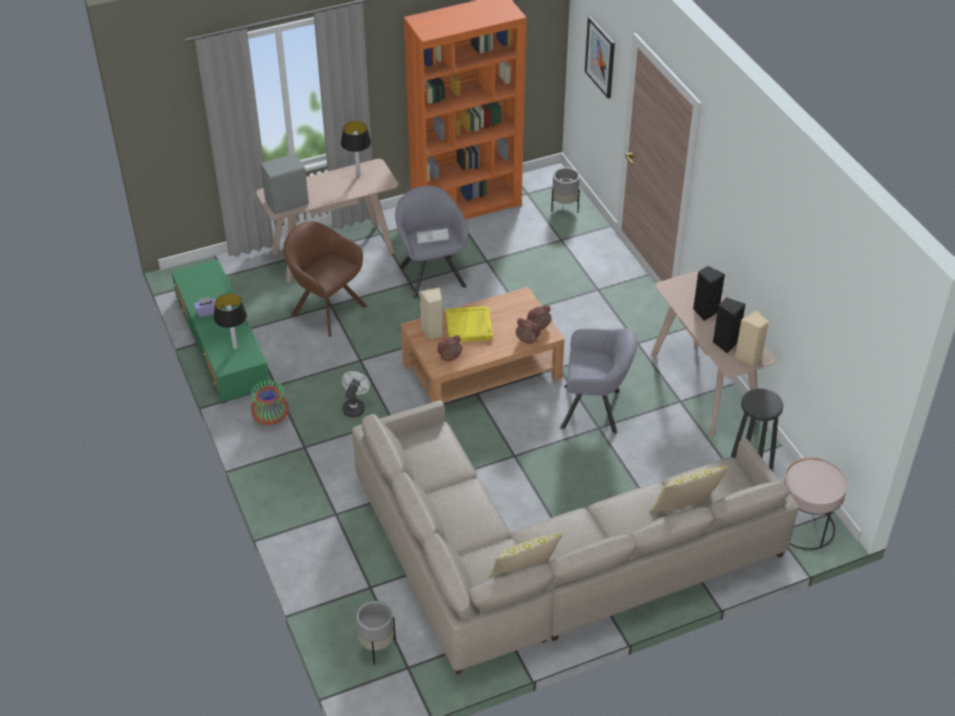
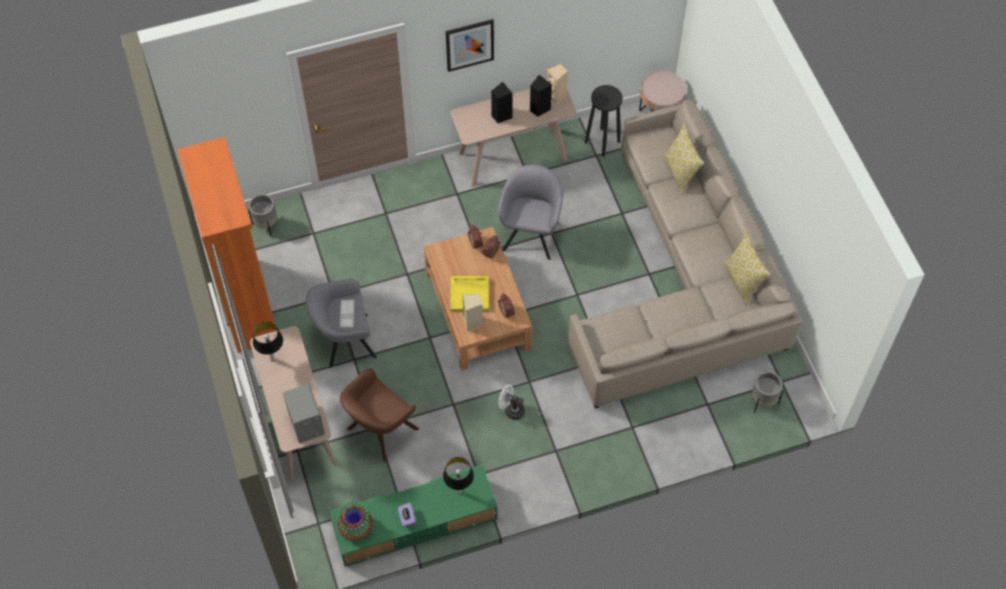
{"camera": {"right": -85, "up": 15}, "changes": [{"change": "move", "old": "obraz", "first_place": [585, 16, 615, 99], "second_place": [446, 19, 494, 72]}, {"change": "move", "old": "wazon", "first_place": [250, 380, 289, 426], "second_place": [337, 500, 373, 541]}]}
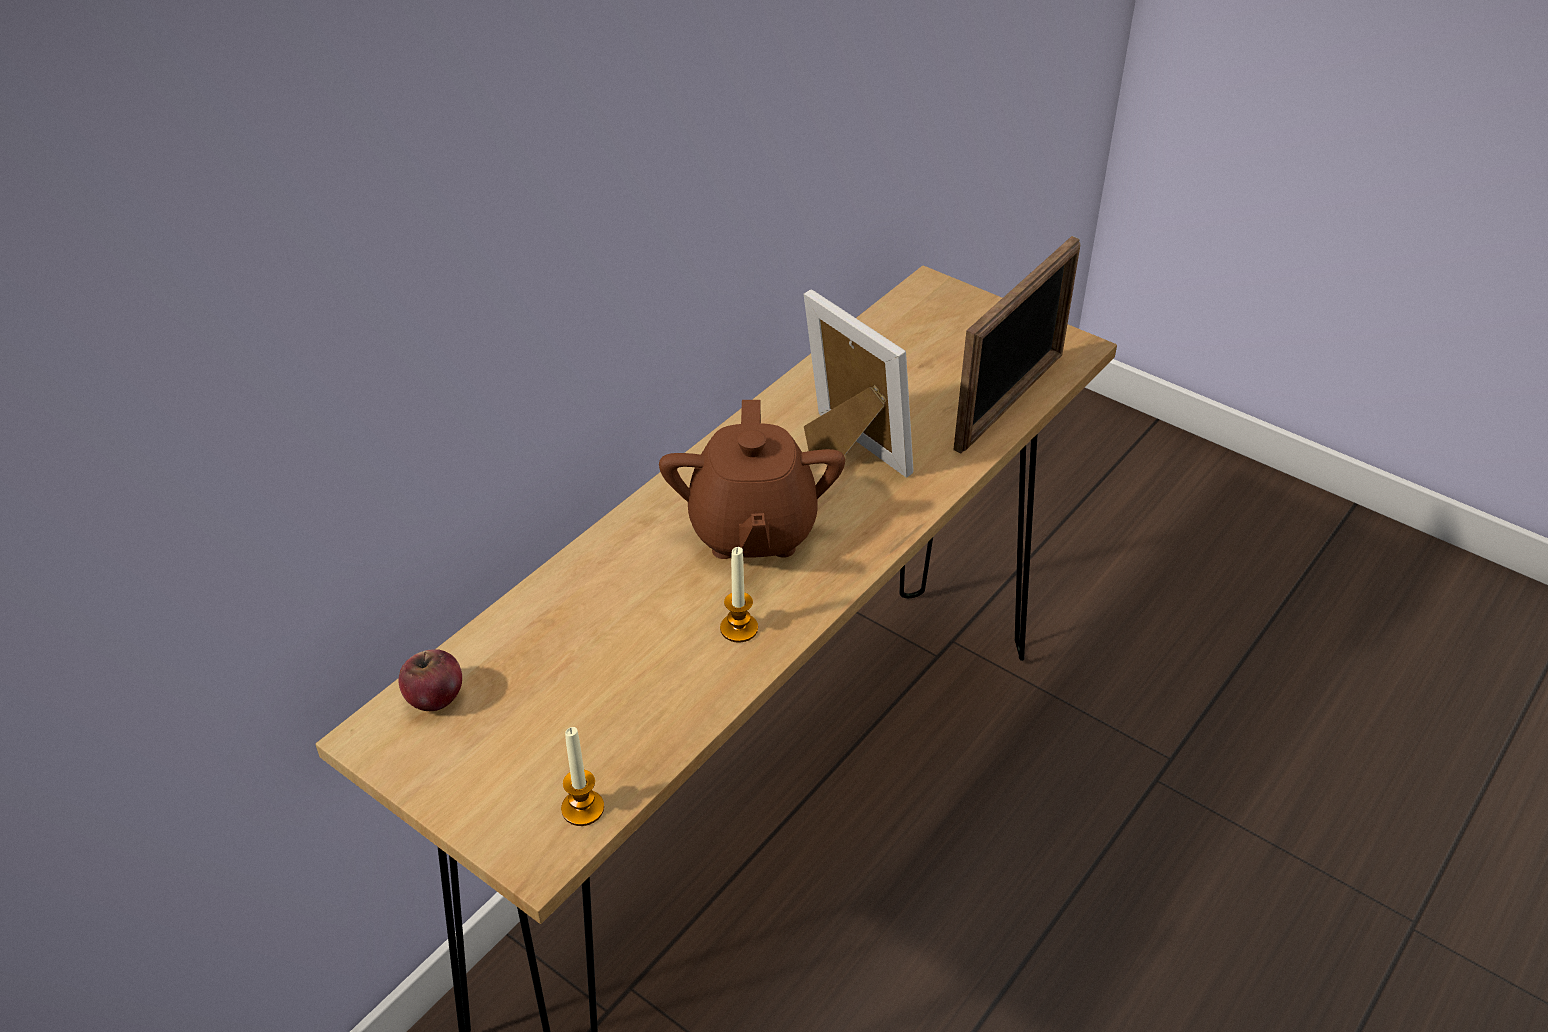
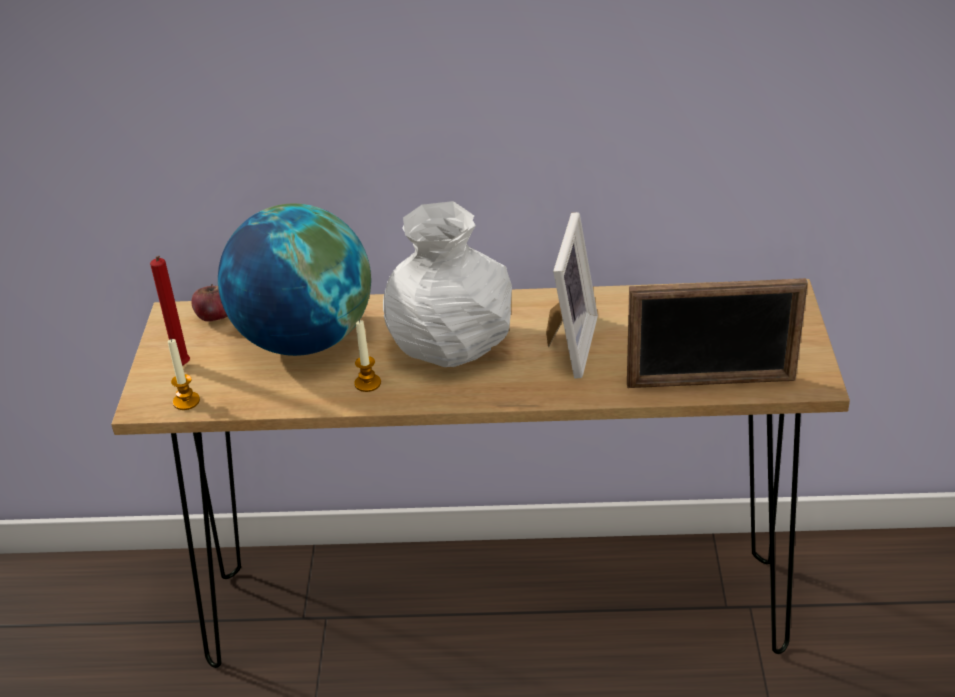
{"camera": {"right": 55, "up": -5}, "changes": [{"change": "replace", "old": "imbryk [brązowy]", "new": "wazon [biały]", "first_place": [659, 400, 845, 559], "second_place": [383, 201, 512, 367]}, {"change": "insert", "new": "globus", "second_place": [218, 203, 371, 356]}, {"change": "insert", "new": "świeca [czerwony]", "second_place": [150, 256, 190, 366]}]}
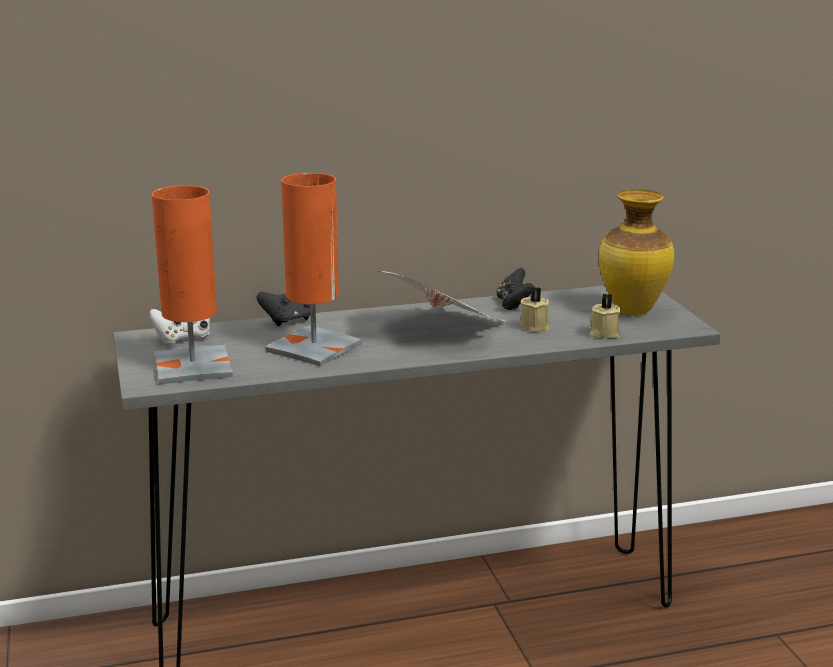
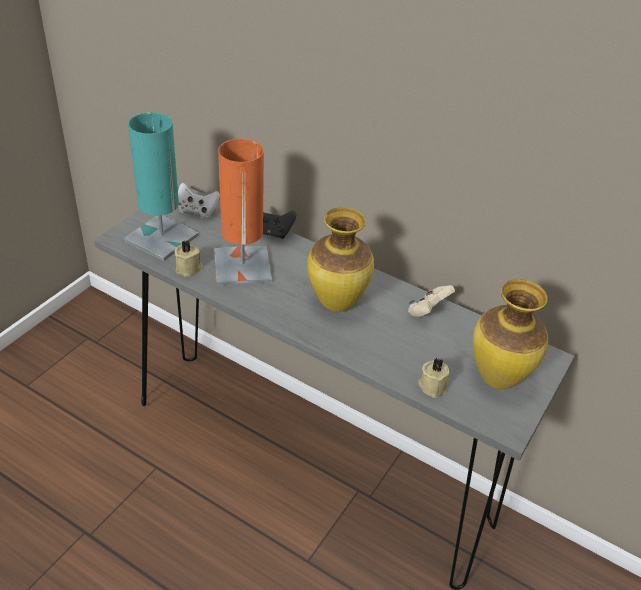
{"camera": {"right": 45, "up": 20}, "changes": [{"change": "recolor", "old": "lampa stołowa [pomarańczowy]", "new": "lampa stołowa [turkusowy]", "first_place": [152, 185, 233, 384], "second_place": [124, 112, 199, 261]}, {"change": "recolor", "old": "pad do gier [czarny]", "new": "pad do gier [beżowy]", "first_place": [497, 268, 534, 310], "second_place": [408, 285, 455, 317]}, {"change": "replace", "old": "gazeta", "new": "wazon", "first_place": [377, 271, 506, 321], "second_place": [307, 207, 374, 312]}, {"change": "move", "old": "świeca [beżowy]", "first_place": [520, 287, 549, 332], "second_place": [175, 240, 203, 277]}]}
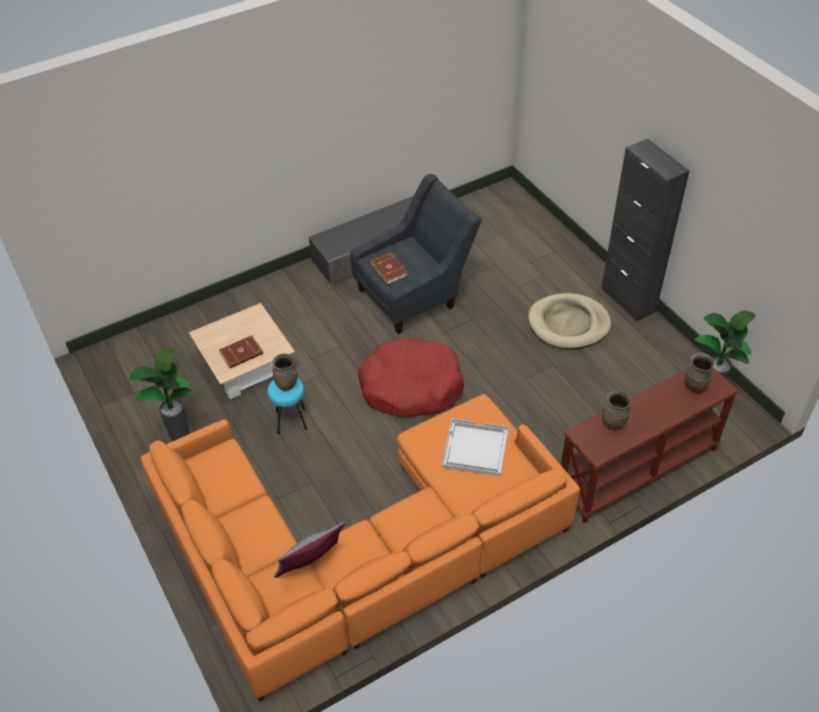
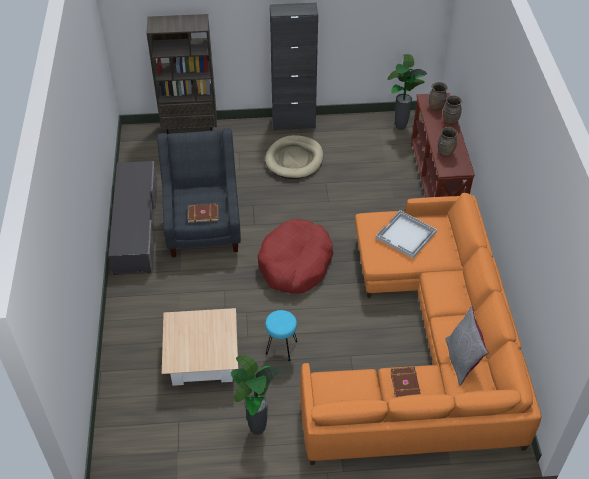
{"camera": {"right": -65, "up": 0}, "changes": [{"change": "move", "old": "książka [brązowy]", "first_place": [219, 335, 263, 368], "second_place": [390, 367, 421, 398]}, {"change": "move", "old": "wazon [brązowy]", "first_place": [272, 353, 297, 391], "second_place": [443, 95, 462, 125]}, {"change": "insert", "new": "regał [brązowy]", "second_place": [146, 14, 217, 134]}]}
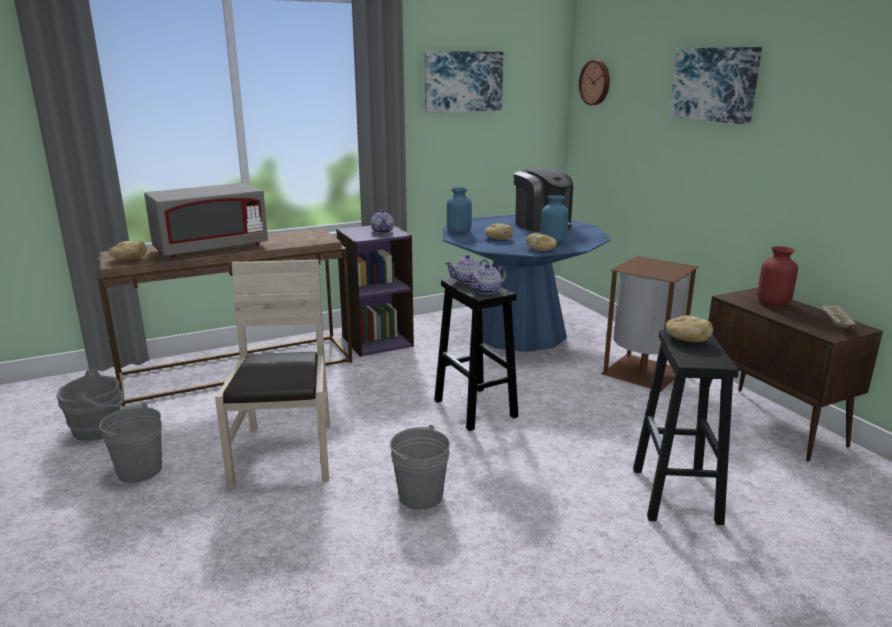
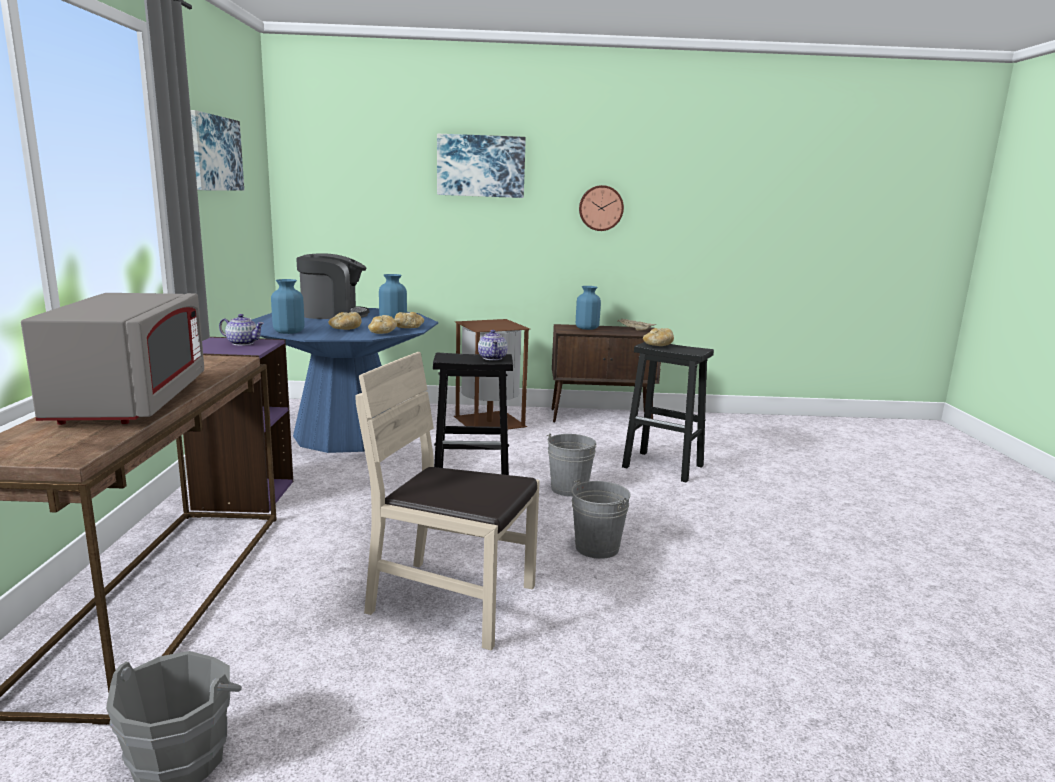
{"camera": {"right": -65, "up": -5}, "changes": [{"change": "move", "old": "zegar ścienny", "first_place": [579, 60, 610, 105], "second_place": [579, 185, 624, 231]}, {"change": "move", "old": "chleb", "first_place": [109, 241, 147, 260], "second_place": [368, 315, 397, 334]}, {"change": "recolor", "old": "wazon [czerwony]", "new": "wazon [niebieski]", "first_place": [757, 246, 798, 306], "second_place": [576, 286, 601, 330]}, {"change": "delete", "old": "imbryk", "first_place": [445, 255, 489, 284]}, {"change": "move", "old": "wiadro [szary]", "first_place": [99, 403, 162, 483], "second_place": [546, 433, 597, 497]}]}
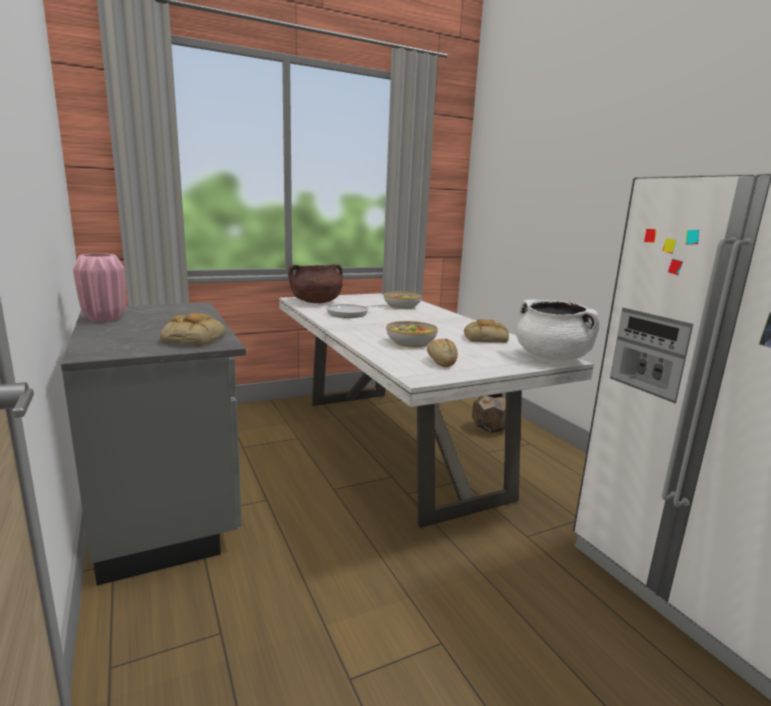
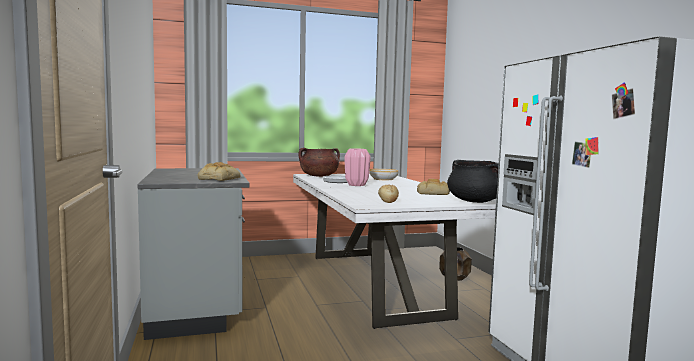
{"camera": {"right": 10, "up": -10}, "changes": [{"change": "move", "old": "wazon [różowy]", "first_place": [73, 253, 126, 322], "second_place": [345, 148, 371, 186]}, {"change": "recolor", "old": "garnek [biały]", "new": "garnek [czarny]", "first_place": [516, 299, 600, 361], "second_place": [447, 160, 499, 203]}, {"change": "delete", "old": "miska", "first_place": [386, 321, 438, 348]}]}
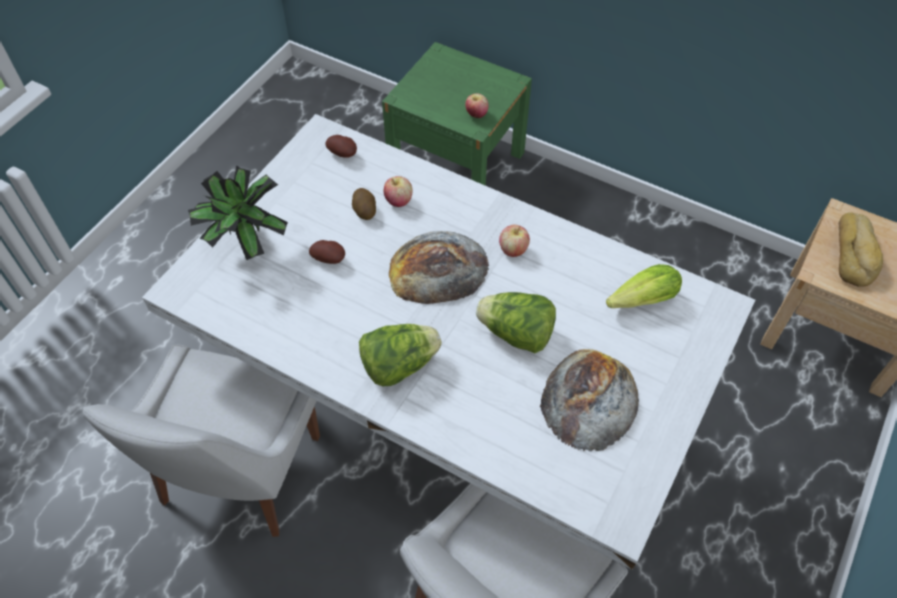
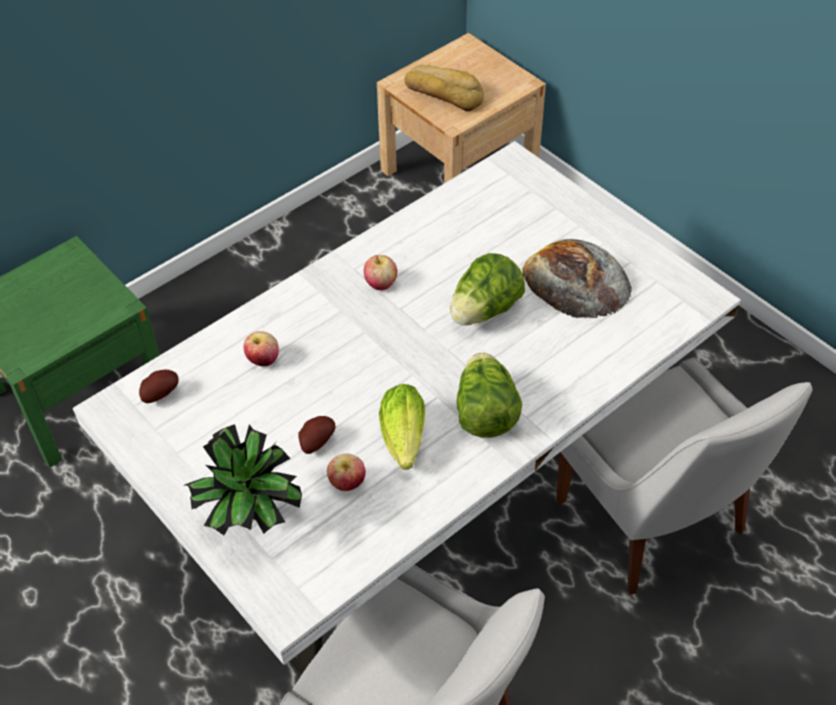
{"camera": {"right": -70, "up": -5}, "changes": [{"change": "move", "old": "jabłko", "first_place": [465, 93, 489, 118], "second_place": [327, 454, 366, 491]}, {"change": "delete", "old": "ziemniak", "first_place": [352, 188, 376, 220]}, {"change": "delete", "old": "chleb", "first_place": [389, 231, 489, 304]}, {"change": "move", "old": "sałata", "first_place": [606, 264, 682, 308], "second_place": [379, 384, 425, 470]}]}
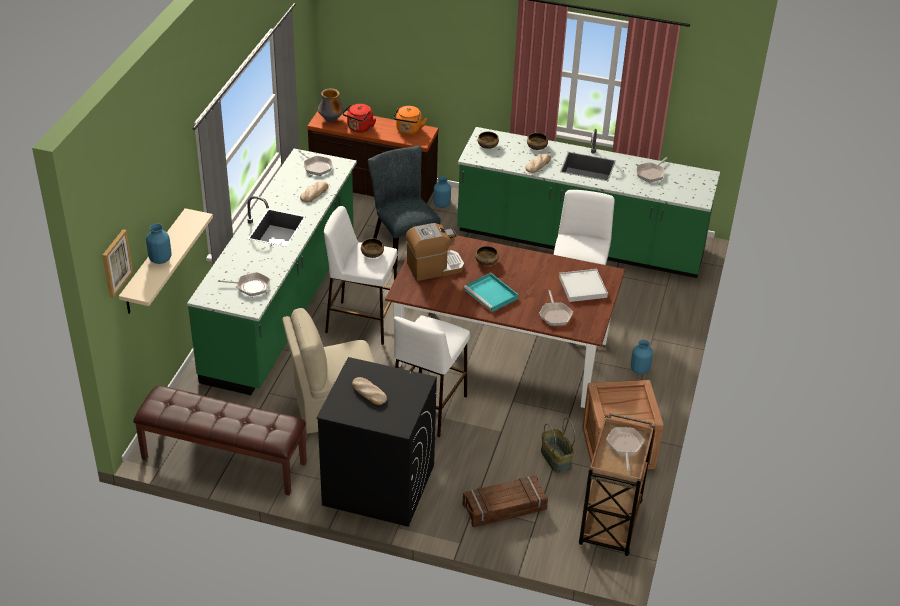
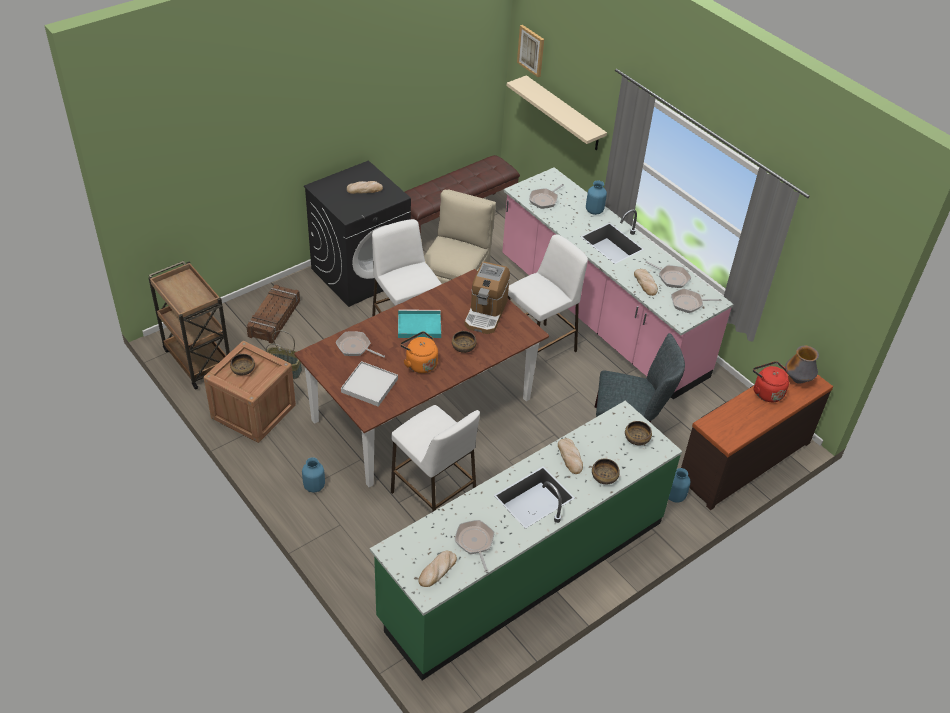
{"camera": {"right": 125, "up": 5}, "changes": [{"change": "move", "old": "czajnik [pomarańczowy]", "first_place": [394, 106, 427, 135], "second_place": [400, 331, 438, 373]}, {"change": "recolor", "old": "zabudowa kuchenna [zielony]", "new": "zabudowa kuchenna [różowy]", "first_place": [187, 149, 357, 395], "second_place": [502, 167, 733, 399]}, {"change": "move", "old": "wazon [niebieski]", "first_place": [146, 224, 172, 264], "second_place": [586, 180, 607, 215]}, {"change": "move", "old": "miska", "first_place": [361, 238, 384, 258], "second_place": [230, 354, 255, 375]}, {"change": "move", "old": "patelnia", "first_place": [606, 427, 645, 471], "second_place": [645, 261, 692, 288]}, {"change": "insert", "new": "chleb", "second_place": [418, 550, 457, 587]}]}
